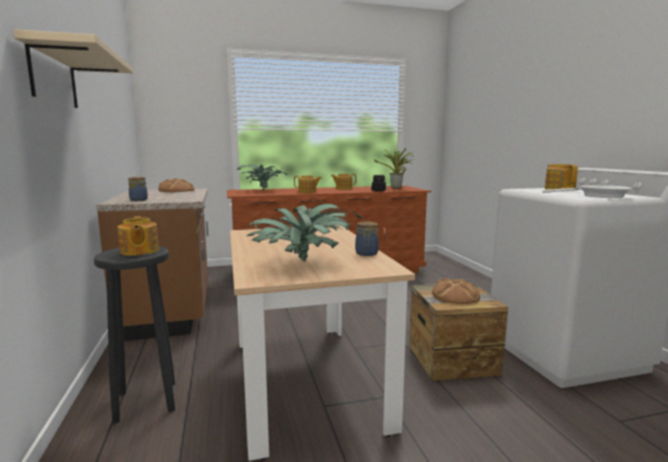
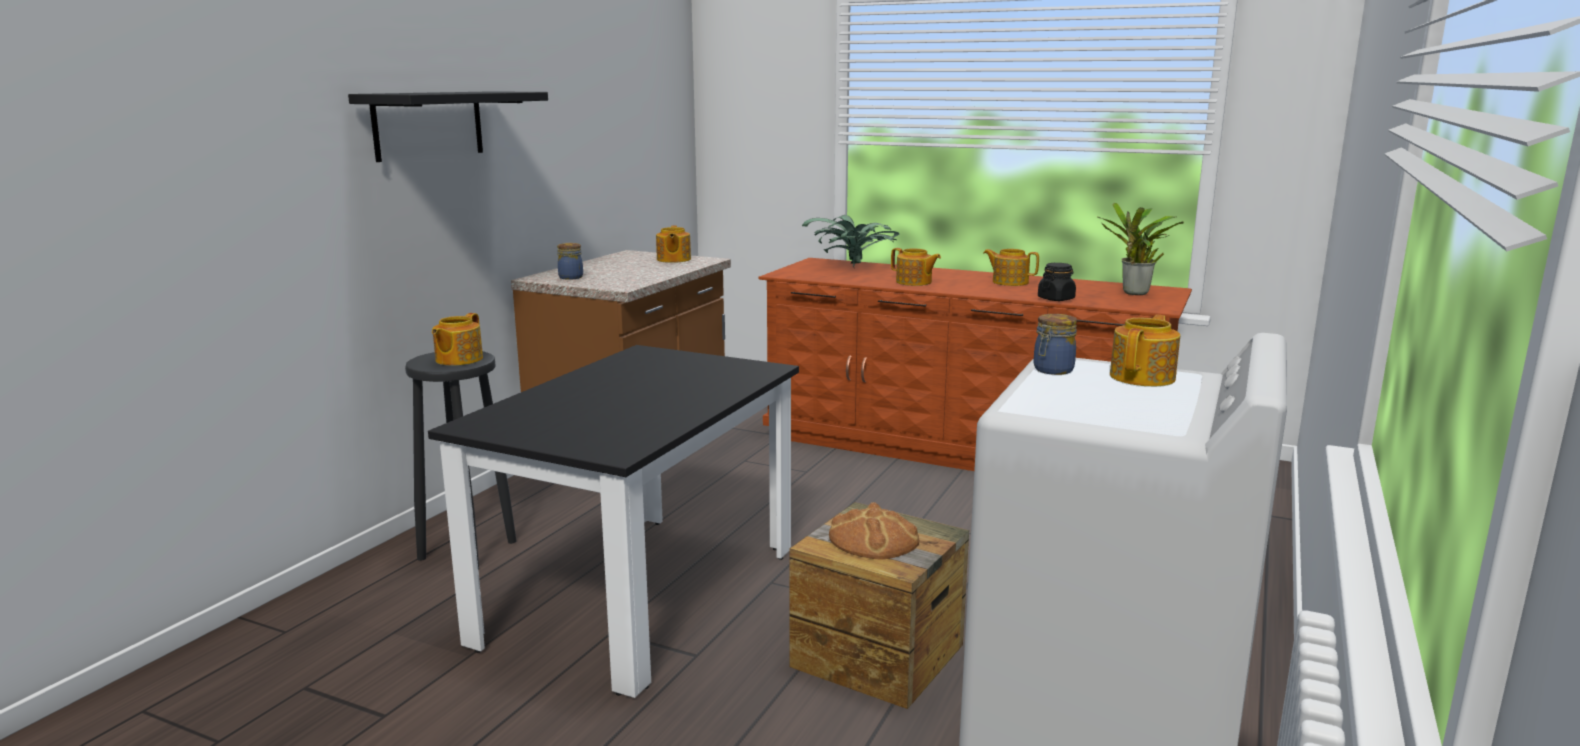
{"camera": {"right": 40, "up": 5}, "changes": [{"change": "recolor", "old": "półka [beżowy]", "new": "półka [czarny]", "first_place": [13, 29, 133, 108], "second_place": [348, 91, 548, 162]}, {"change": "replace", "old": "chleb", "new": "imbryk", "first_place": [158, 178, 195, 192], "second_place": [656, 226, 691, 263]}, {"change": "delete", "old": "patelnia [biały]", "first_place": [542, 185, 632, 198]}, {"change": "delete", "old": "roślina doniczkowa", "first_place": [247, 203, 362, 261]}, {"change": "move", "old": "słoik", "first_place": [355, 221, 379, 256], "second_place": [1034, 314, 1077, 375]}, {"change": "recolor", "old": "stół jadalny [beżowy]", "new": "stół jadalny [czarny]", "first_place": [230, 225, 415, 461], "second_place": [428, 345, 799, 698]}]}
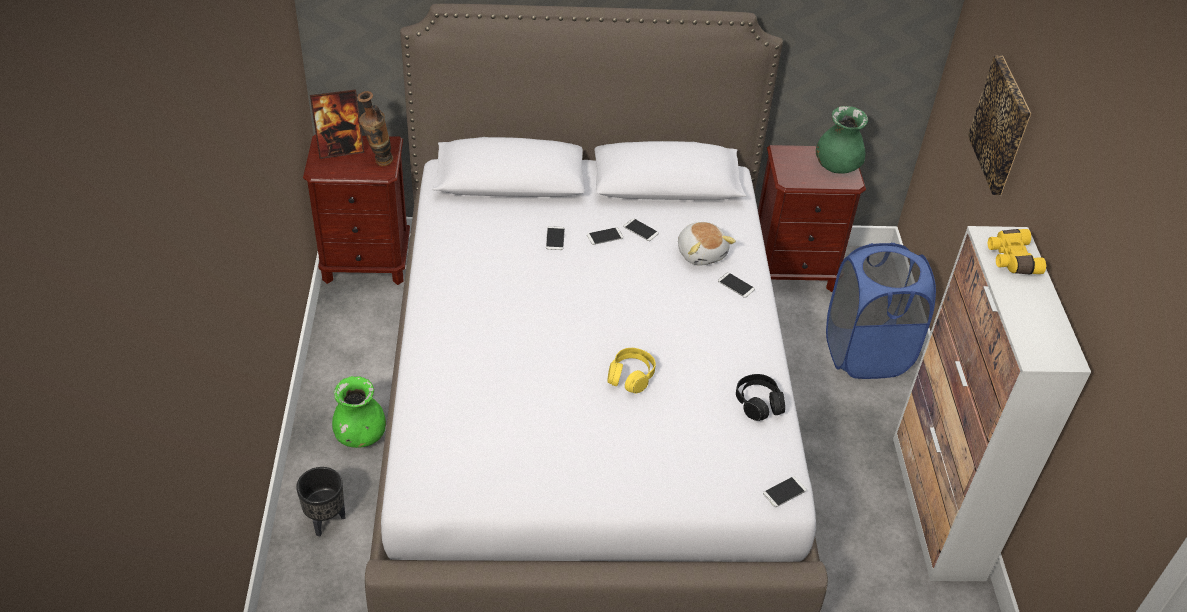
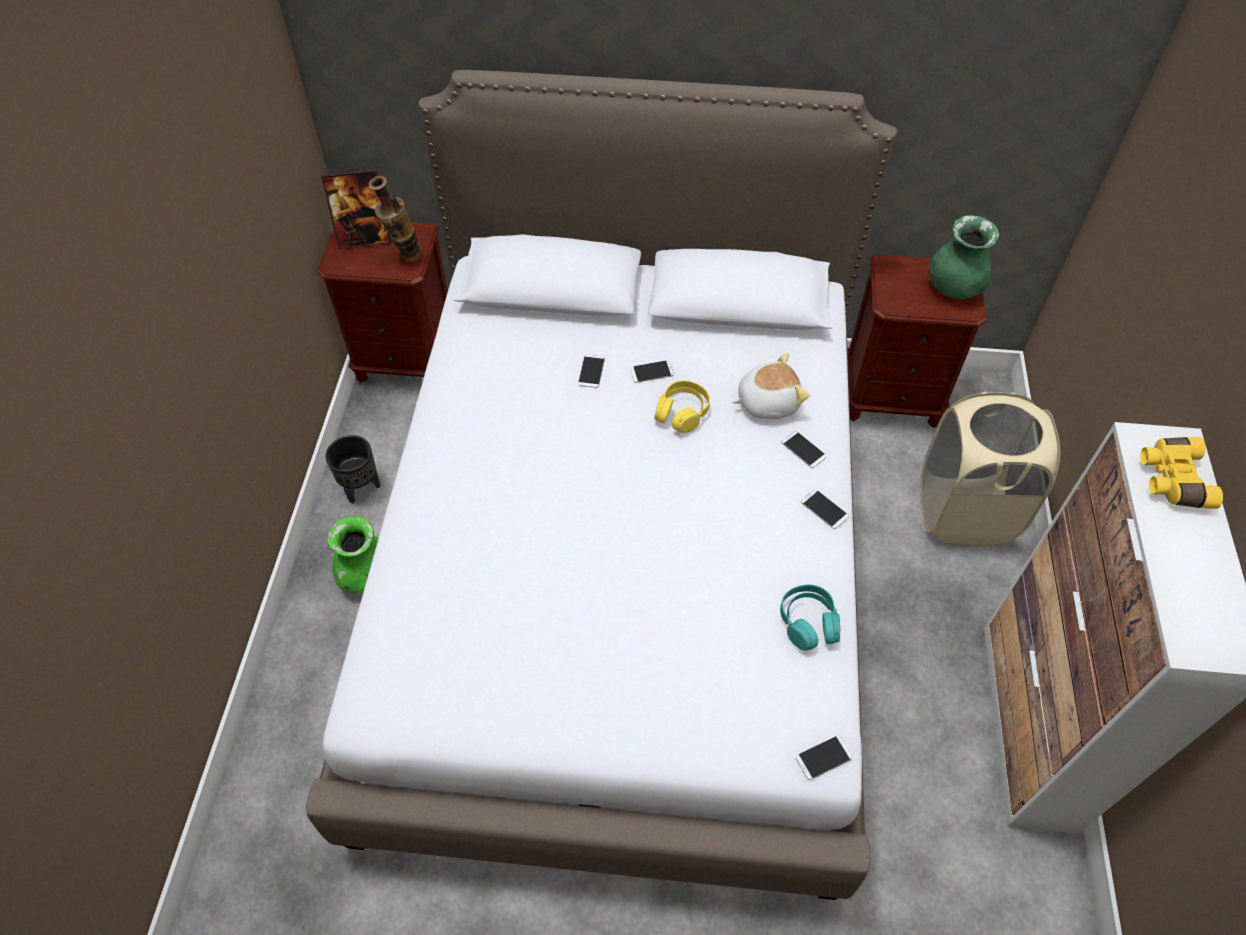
{"camera": {"right": 10, "up": 10}, "changes": [{"change": "delete", "old": "obraz", "first_place": [968, 55, 1031, 195]}, {"change": "move", "old": "telefon", "first_place": [623, 218, 659, 241], "second_place": [801, 489, 849, 529]}, {"change": "rotate", "old": "pluszak", "first_place": [678, 222, 736, 266], "second_place": [732, 353, 810, 419], "degrees": -90}, {"change": "recolor", "old": "kosz na pranie [niebieski]", "new": "kosz na pranie [beżowy]", "first_place": [826, 243, 936, 379], "second_place": [919, 392, 1060, 546]}, {"change": "move", "old": "słuchawki [żółty]", "first_place": [607, 348, 656, 393], "second_place": [654, 380, 710, 433]}, {"change": "recolor", "old": "słuchawki [czarny]", "new": "słuchawki [turkusowy]", "first_place": [736, 374, 785, 421], "second_place": [780, 585, 840, 651]}, {"change": "move", "old": "donica [czarny]", "first_place": [296, 467, 346, 536], "second_place": [325, 435, 380, 503]}]}
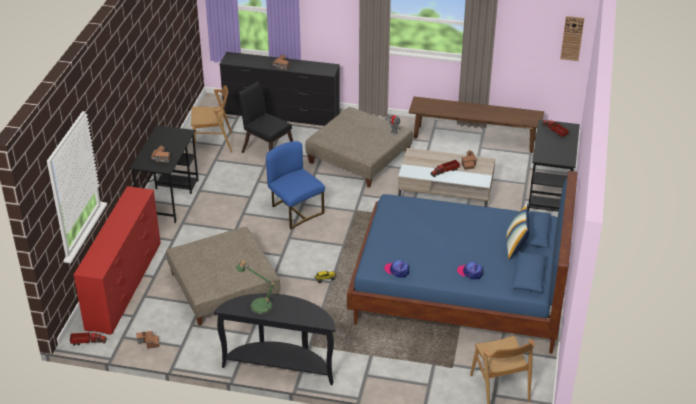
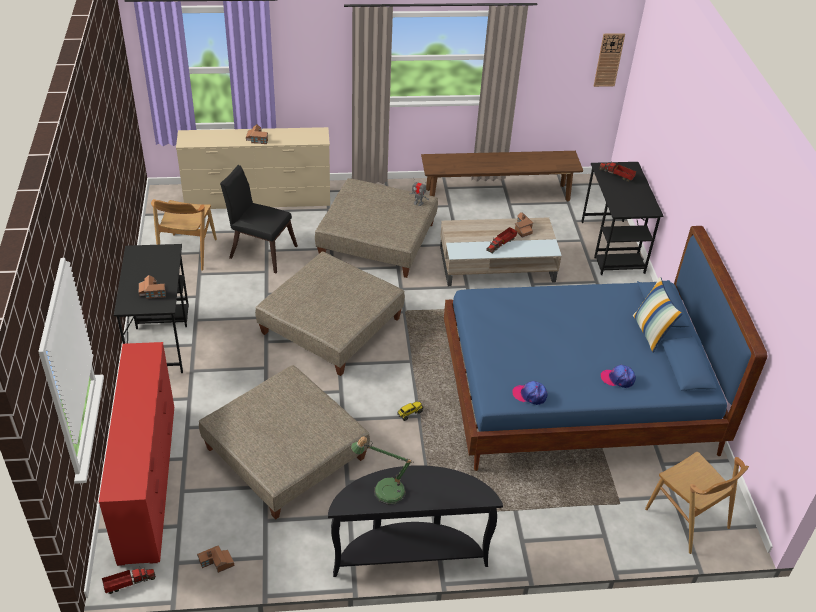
{"camera": {"right": -20, "up": 5}, "changes": [{"change": "recolor", "old": "komoda [czarny]", "new": "komoda [beżowy]", "first_place": [220, 52, 340, 126], "second_place": [176, 127, 330, 209]}, {"change": "rotate", "old": "krzesło [brązowy]", "first_place": [191, 85, 232, 154], "second_place": [151, 199, 217, 271], "degrees": 120}, {"change": "replace", "old": "krzesło [niebieski]", "new": "pufa [beżowy]", "first_place": [266, 141, 325, 229], "second_place": [255, 251, 405, 376]}]}
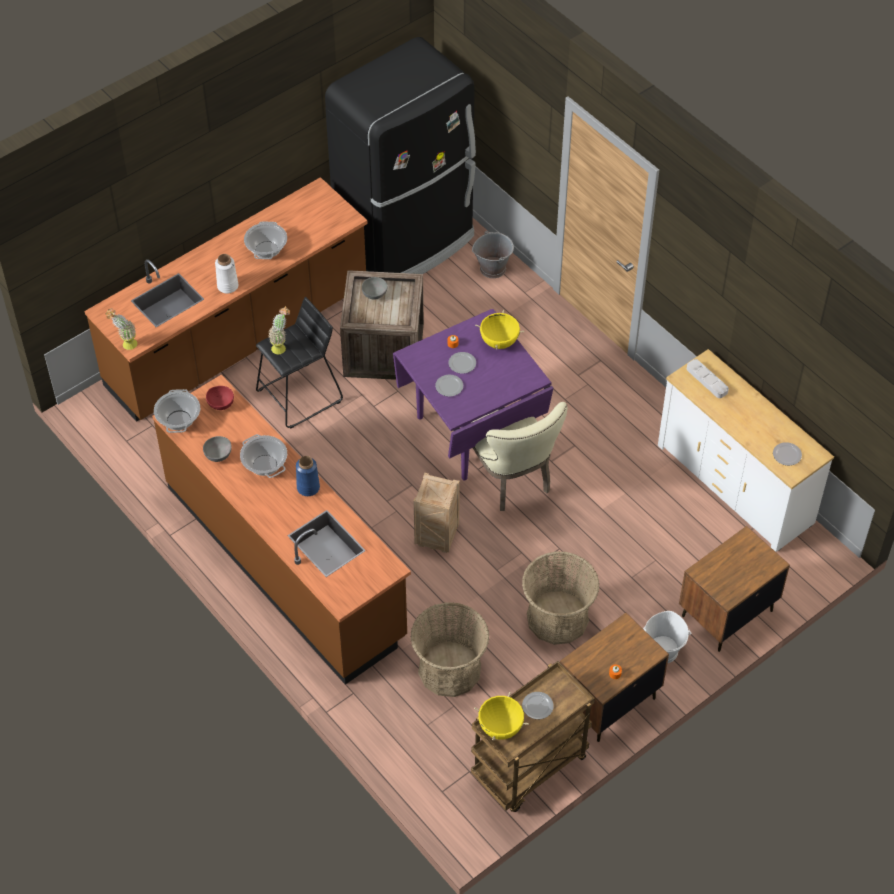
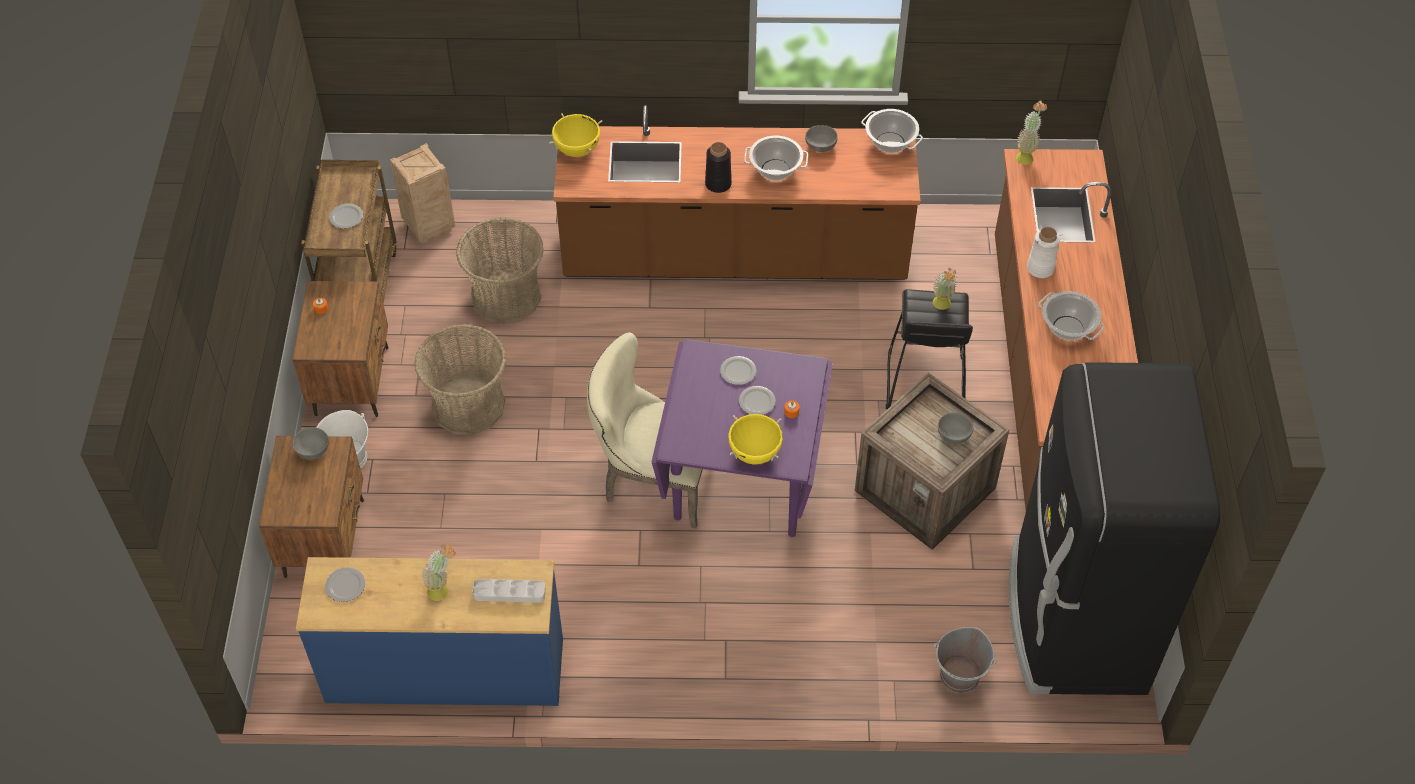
{"camera": {"right": 130, "up": 0}, "changes": [{"change": "recolor", "old": "komoda [biały]", "new": "komoda [niebieski]", "first_place": [658, 349, 834, 552], "second_place": [296, 557, 563, 706]}, {"change": "delete", "old": "miska [czerwony]", "first_place": [206, 386, 234, 410]}, {"change": "recolor", "old": "wazon [niebieski]", "new": "wazon [czarny]", "first_place": [296, 456, 320, 496], "second_place": [705, 142, 732, 193]}, {"change": "move", "old": "skrzynka", "first_place": [414, 473, 460, 553], "second_place": [390, 143, 455, 244]}, {"change": "move", "old": "garnek [żółty]", "first_place": [474, 692, 529, 740], "second_place": [549, 113, 603, 157]}, {"change": "insert", "new": "miska [szary]", "second_place": [292, 427, 329, 460]}, {"change": "insert", "new": "roślina doniczkowa", "second_place": [421, 544, 456, 601]}]}
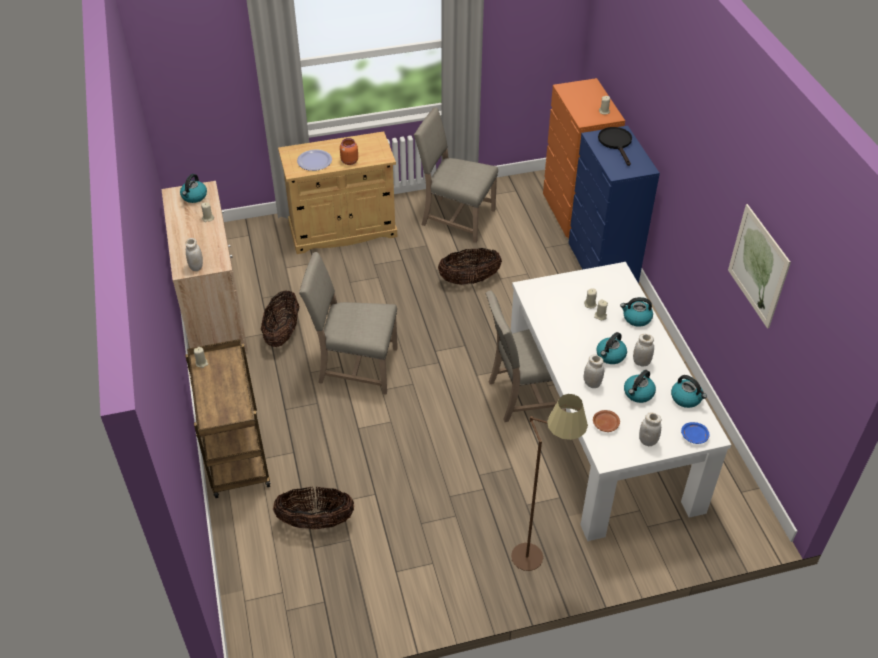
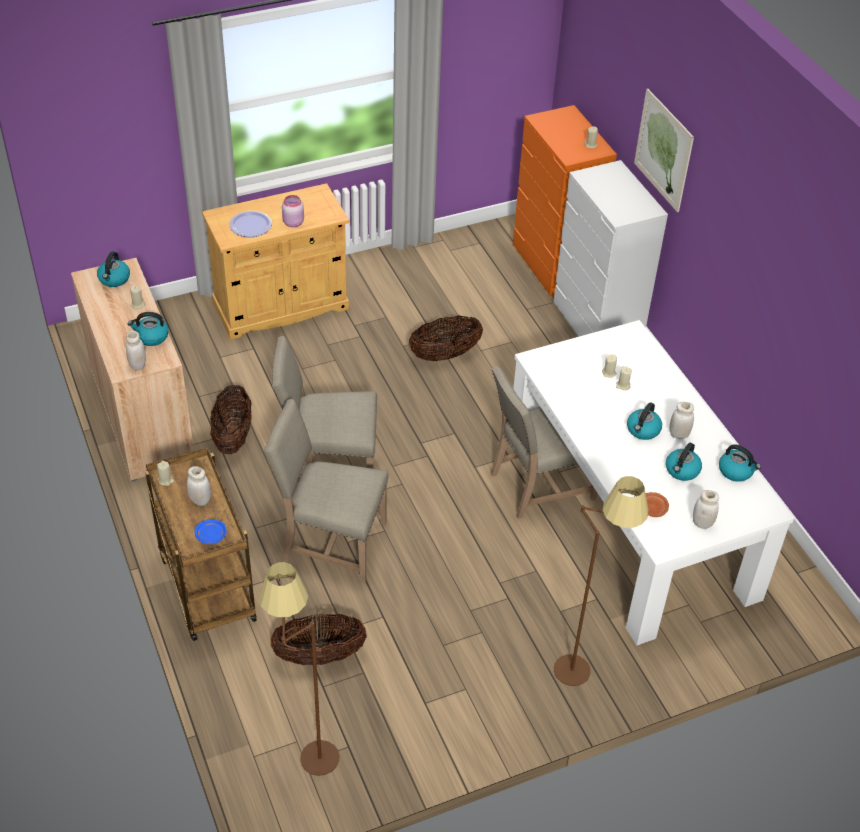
{"camera": {"right": -10, "up": 0}, "changes": [{"change": "move", "old": "krzesło [beżowy]", "first_place": [414, 107, 498, 243], "second_place": [264, 399, 389, 583]}, {"change": "recolor", "old": "komoda [niebieski]", "new": "komoda [biały]", "first_place": [568, 126, 660, 284], "second_place": [553, 160, 668, 336]}, {"change": "delete", "old": "patelnia [czarny]", "first_place": [598, 127, 632, 166]}, {"change": "recolor", "old": "słoik [pomarańczowy]", "new": "słoik [różowy]", "first_place": [340, 138, 358, 165], "second_place": [282, 195, 304, 227]}, {"change": "move", "old": "obraz", "first_place": [728, 204, 791, 329], "second_place": [634, 89, 694, 212]}, {"change": "move", "old": "czajnik", "first_place": [620, 297, 653, 327], "second_place": [128, 312, 169, 346]}, {"change": "move", "old": "słoik [biały]", "first_place": [584, 355, 604, 388], "second_place": [187, 466, 211, 506]}, {"change": "move", "old": "talerz [niebieski]", "first_place": [681, 422, 710, 444], "second_place": [194, 519, 227, 544]}, {"change": "insert", "new": "lampa stojąca [brązowy]", "second_place": [259, 562, 340, 776]}]}
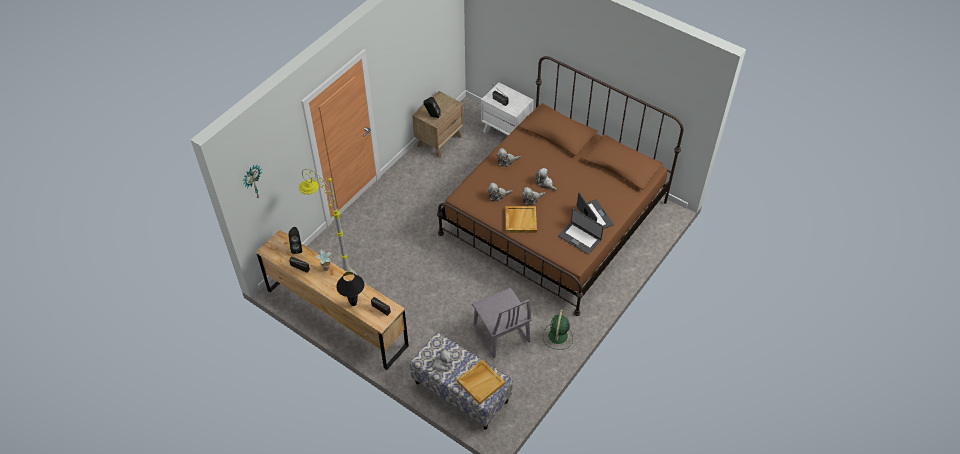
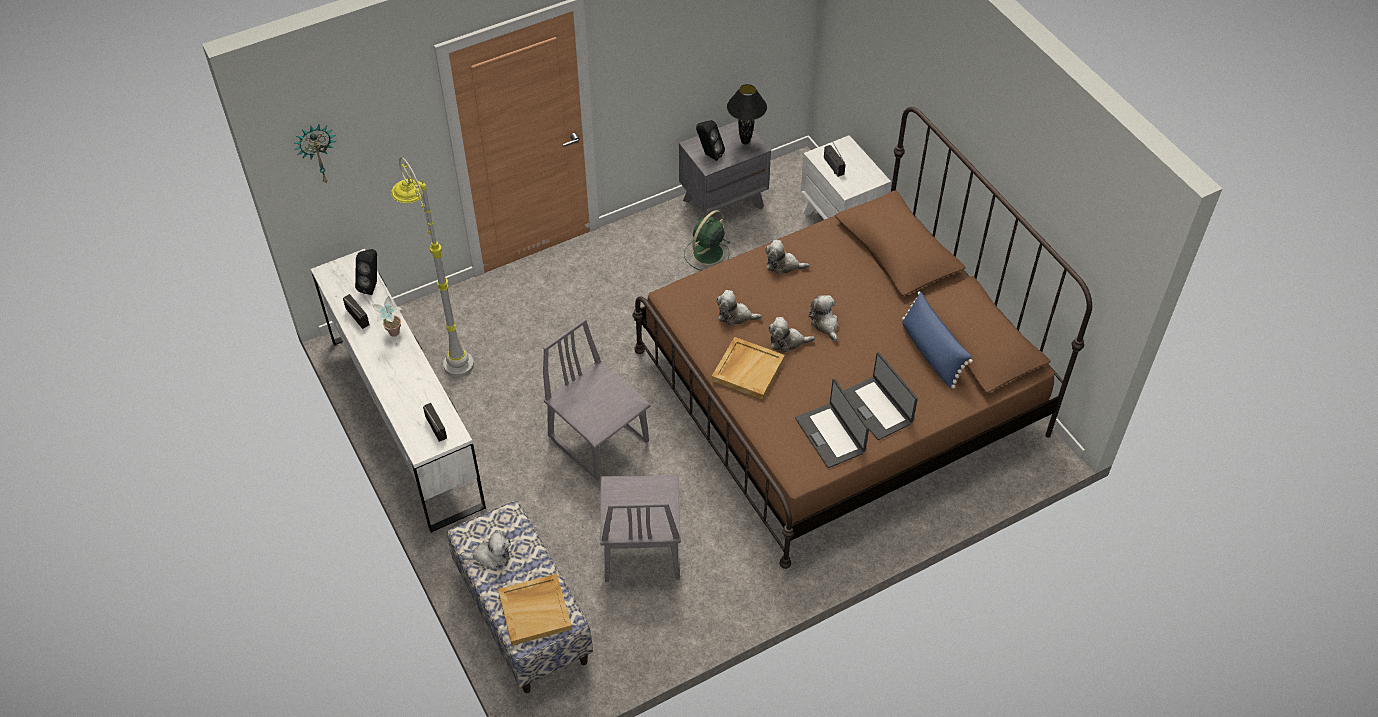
{"camera": {"right": 25, "up": 0}, "changes": [{"change": "recolor", "old": "szafka nocna [brązowy]", "new": "szafka nocna [szary]", "first_place": [412, 91, 464, 158], "second_place": [679, 121, 771, 217]}, {"change": "rotate", "old": "laptop", "first_place": [577, 192, 614, 229], "second_place": [844, 352, 918, 440], "degrees": 150}, {"change": "recolor", "old": "komoda [brązowy]", "new": "komoda [biały]", "first_place": [256, 230, 409, 370], "second_place": [311, 249, 486, 533]}, {"change": "move", "old": "lampa stołowa [czarny]", "first_place": [336, 272, 364, 306], "second_place": [727, 84, 767, 145]}, {"change": "move", "old": "wentylator [zielony]", "first_place": [543, 310, 573, 350], "second_place": [684, 210, 730, 271]}, {"change": "insert", "new": "poduszka [niebieski]", "second_place": [902, 292, 973, 389]}, {"change": "insert", "new": "krzesło [szary]", "second_place": [543, 319, 651, 481]}]}
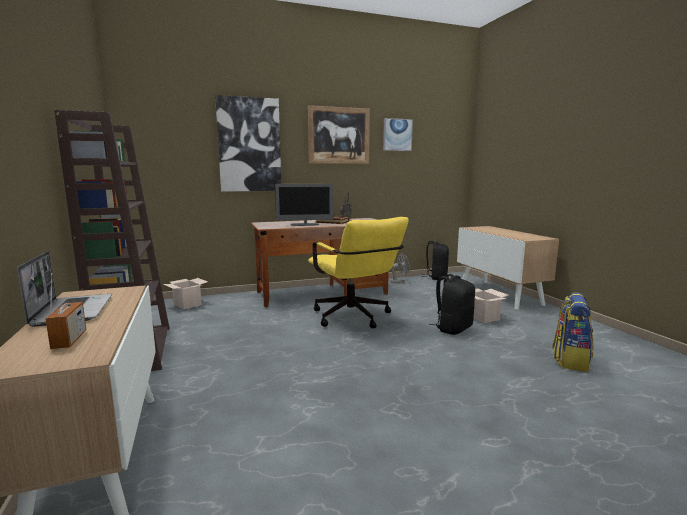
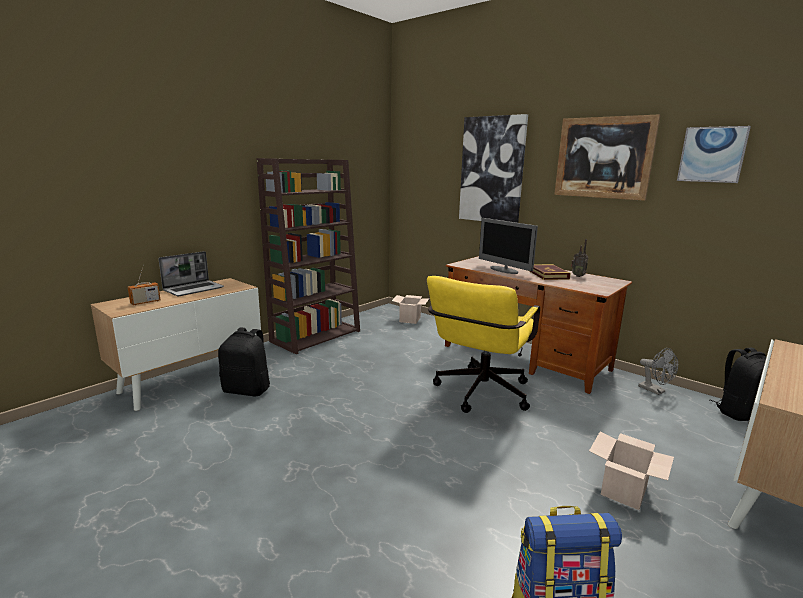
{"camera": {"right": 60, "up": 5}, "changes": [{"change": "move", "old": "plecak [czarny]", "first_place": [429, 274, 475, 335], "second_place": [218, 328, 270, 396]}]}
